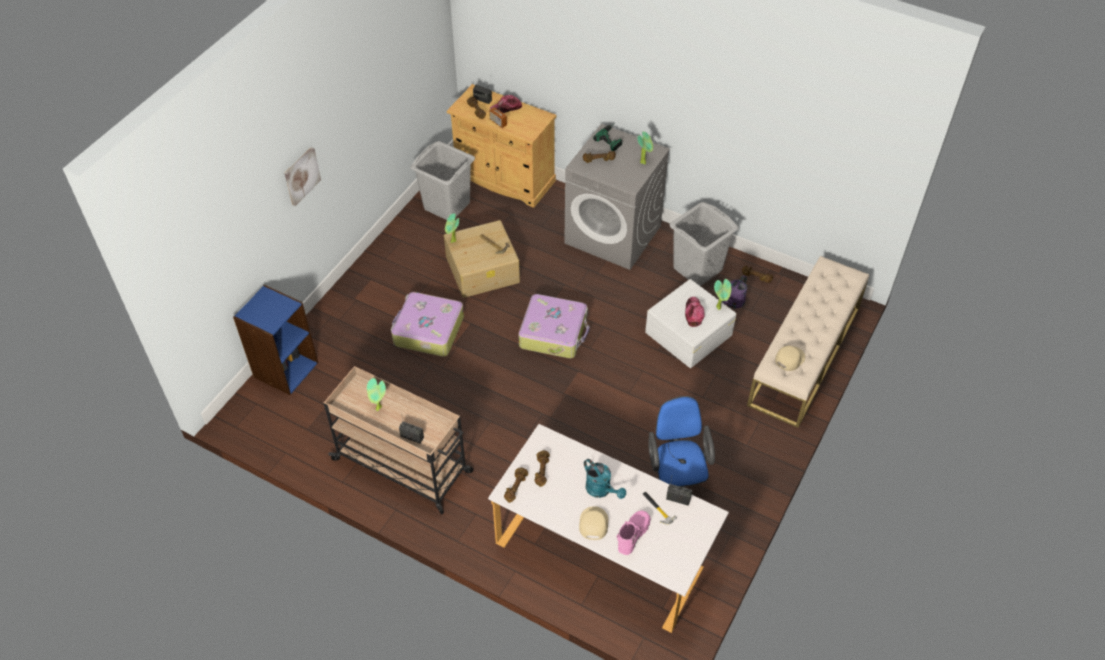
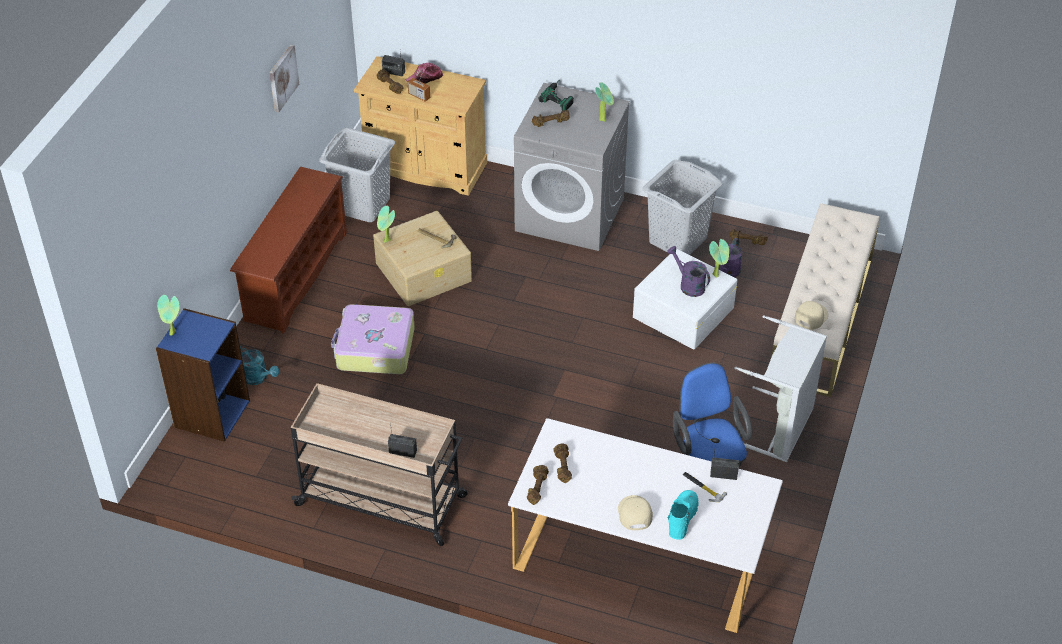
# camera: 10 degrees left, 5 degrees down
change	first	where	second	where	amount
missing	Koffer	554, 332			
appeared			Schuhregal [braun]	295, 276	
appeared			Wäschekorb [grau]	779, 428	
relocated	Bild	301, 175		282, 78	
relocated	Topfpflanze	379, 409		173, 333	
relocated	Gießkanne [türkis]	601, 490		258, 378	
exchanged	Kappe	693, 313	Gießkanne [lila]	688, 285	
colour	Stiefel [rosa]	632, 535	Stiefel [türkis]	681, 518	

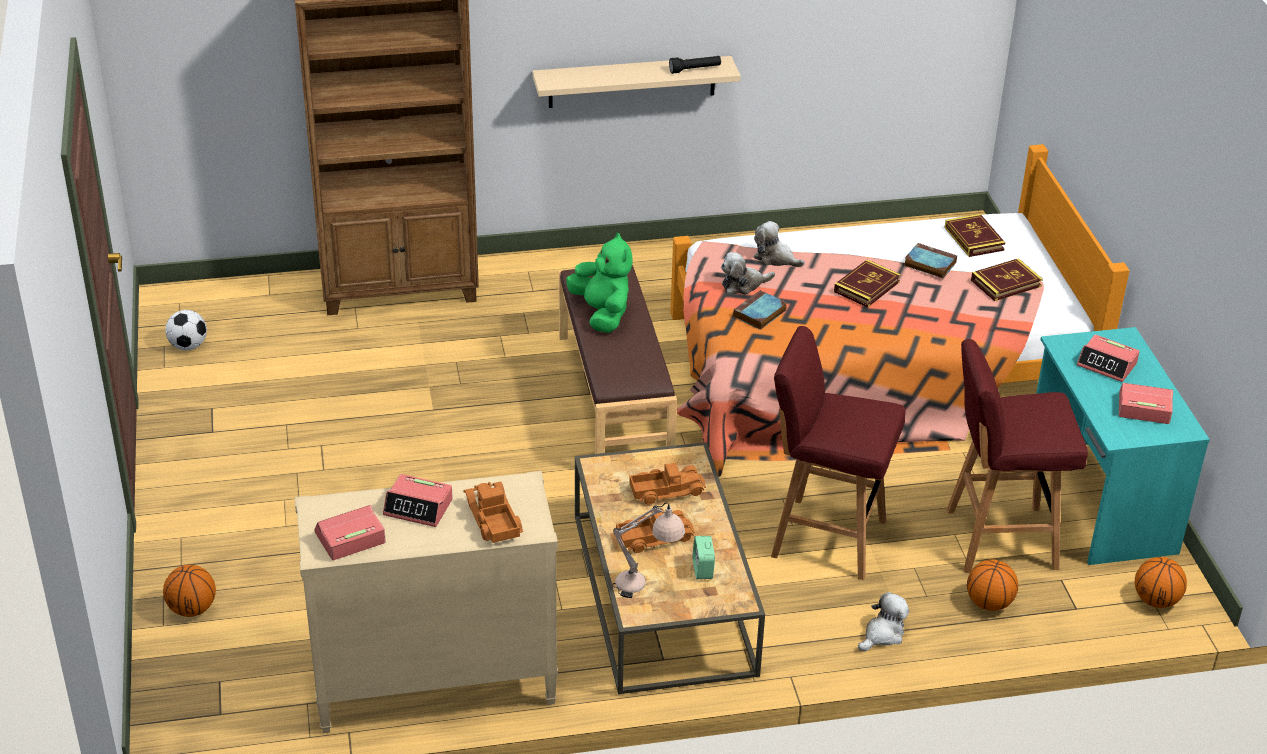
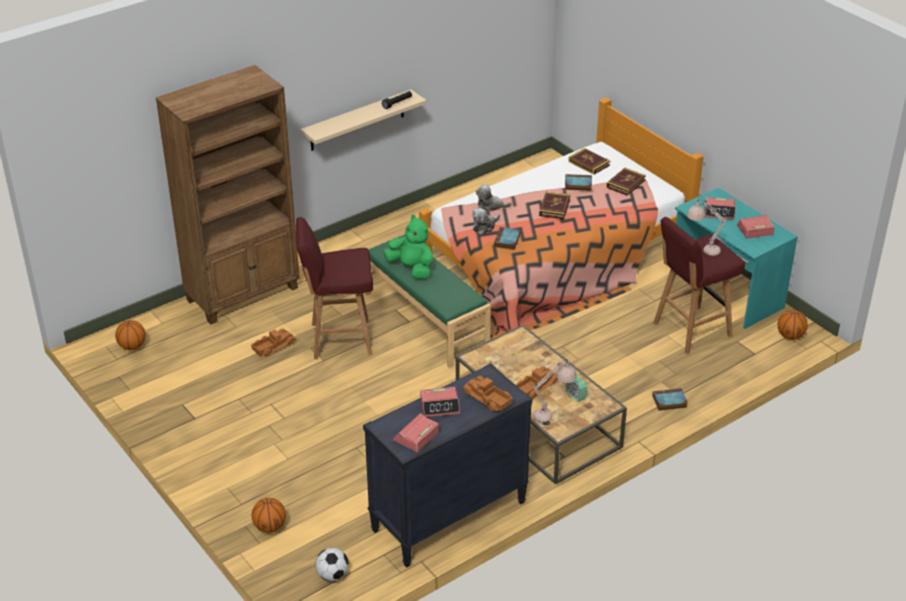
# camera: 25 degrees left, 0 degrees up
change	first	where	second	where	amount
appeared			Tischlampe [beige]	702, 250	
relocated	Fußball	188, 346		332, 575	
relocated	Spielzeuglaster	666, 490		273, 346	
relocated	Hocker [rot]	825, 537		339, 339	
relocated	Basketball	989, 603		132, 346	
exchanged	Plüschtier	882, 634	Buch	669, 402	
colour	Kommode [beige]	433, 684	Kommode [schwarz]	448, 517	
colour	Bank [braun]	615, 399	Bank [grün]	426, 320	

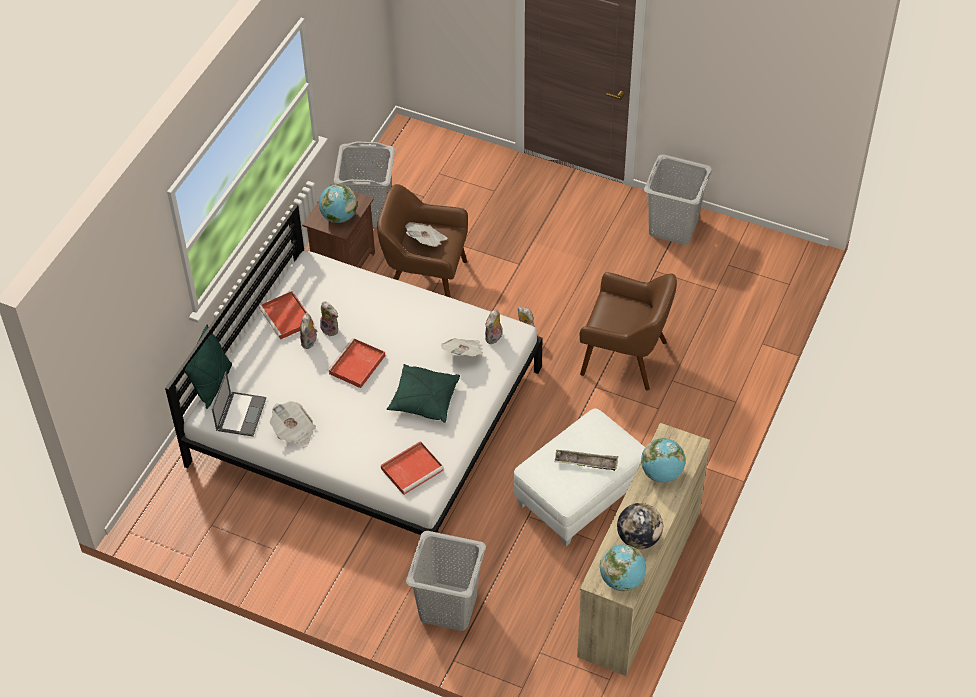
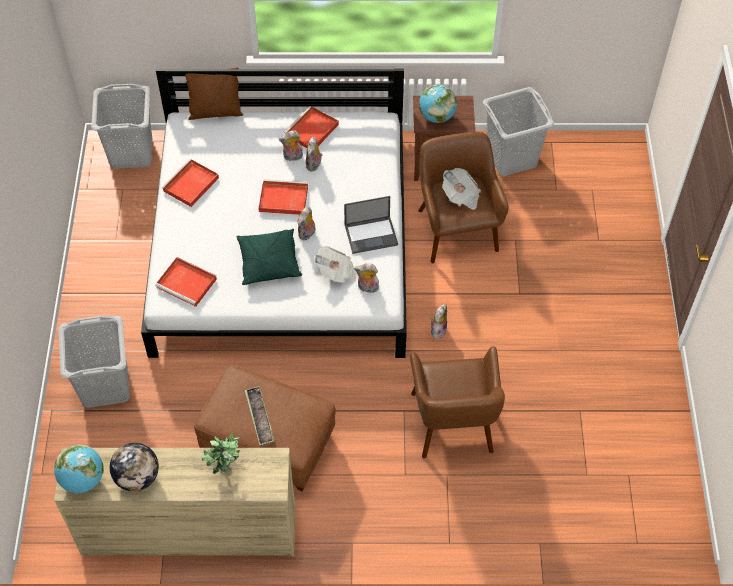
# camera: 65 degrees right, 5 degrees up
change	first	where	second	where	amount
appeared			Plüschtier	307, 234	
relocated	Laptop	241, 413		371, 234	
relocated	Wäschekorb [grau]	673, 226		132, 152	
exchanged	Zeitung	294, 432	Tablett [rot]	190, 185	
exchanged	Globus	662, 473	Topfpflanze	225, 471	
colour	Kissen [grün]	212, 384	Kissen [braun]	215, 113	
colour	Polsterhocker [weiß]	579, 495	Polsterhocker [braun]	269, 443	

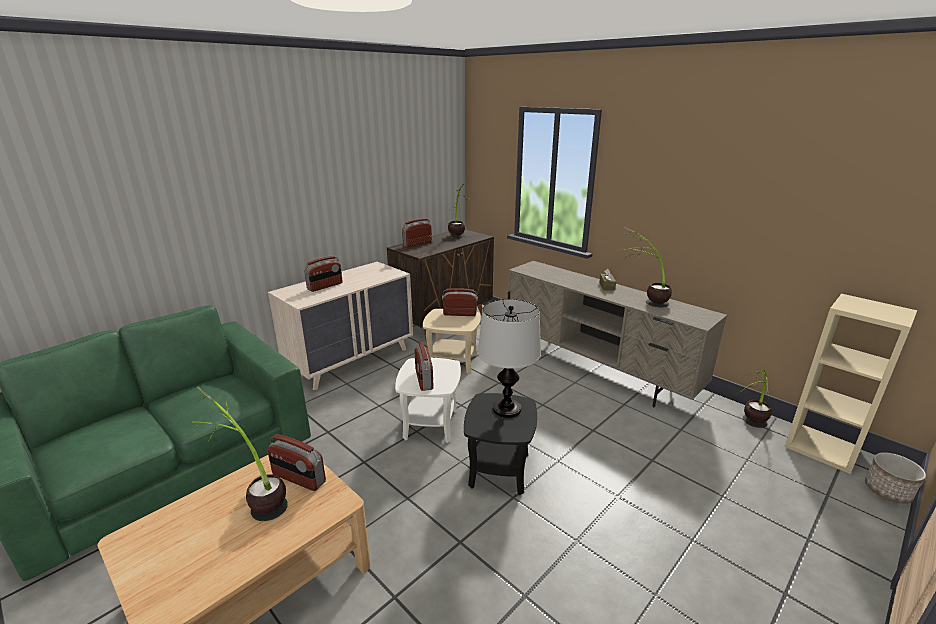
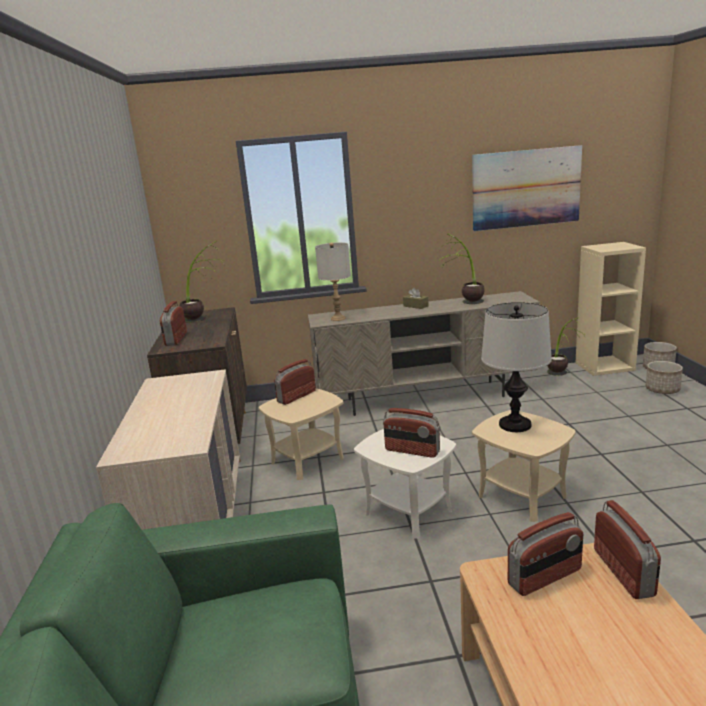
# camera: 50 degrees left, 5 degrees down
change	first	where	second	where	amount
missing	Topfpflanze	255, 499			
appeared			Tischlampe [grau]	338, 318	
appeared			Bild	525, 188	
appeared			Pflanzkübel	662, 390	
relocated	Radio	325, 286		624, 572	
colour	Beistelltisch [schwarz]	499, 470	Beistelltisch [beige]	522, 496	

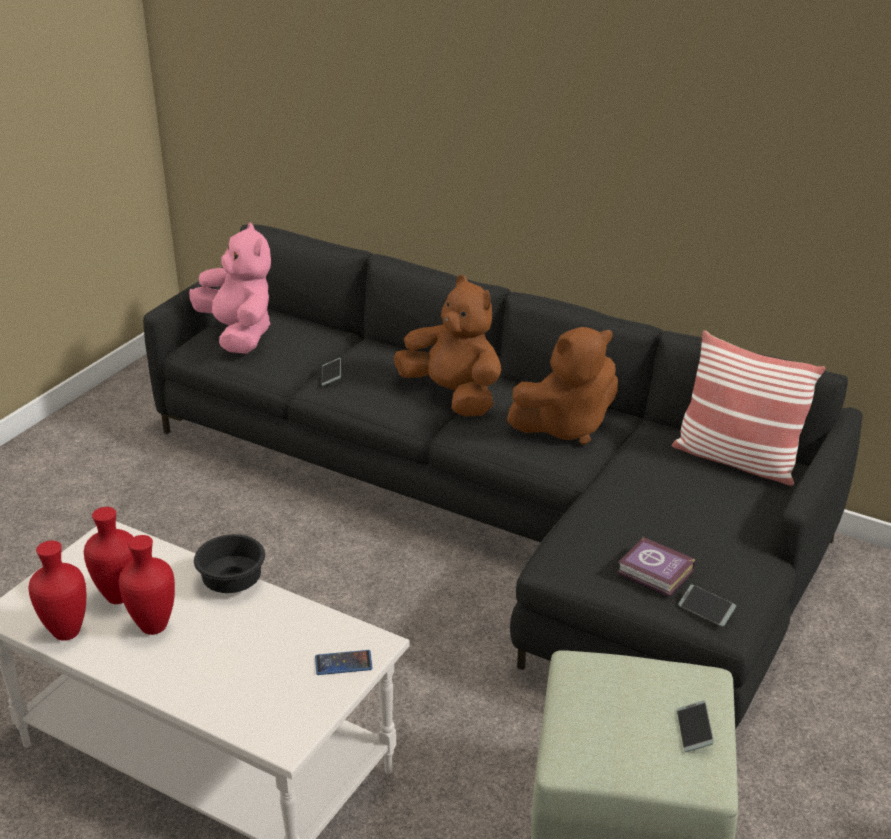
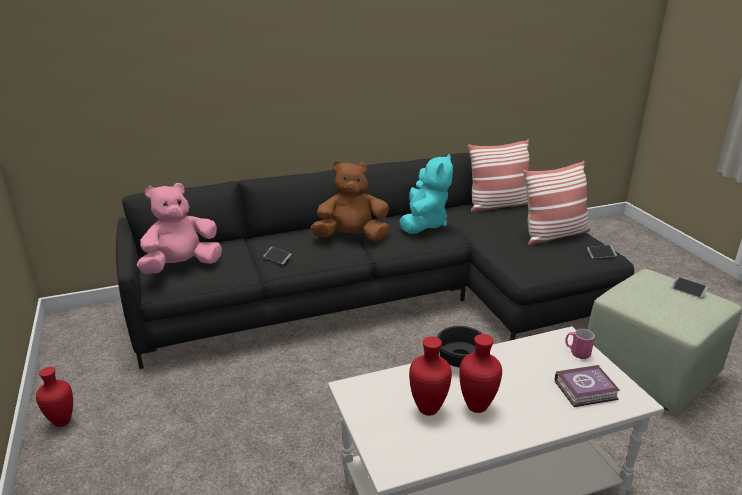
# camera: 50 degrees left, 5 degrees down
change	first	where	second	where	amount
appeared			Kissen	554, 235	
relocated	Vase [rot]	68, 632		63, 421	
relocated	Buch	656, 573		587, 390	
exchanged	Handy	343, 663	Henkelbecher [rosa]	577, 353	
colour	Plüschtier [braun]	566, 426	Plüschtier [türkis]	424, 224	
spun	Plüschtier [rosa]	239, 334		181, 266	45 degrees counterclockwise

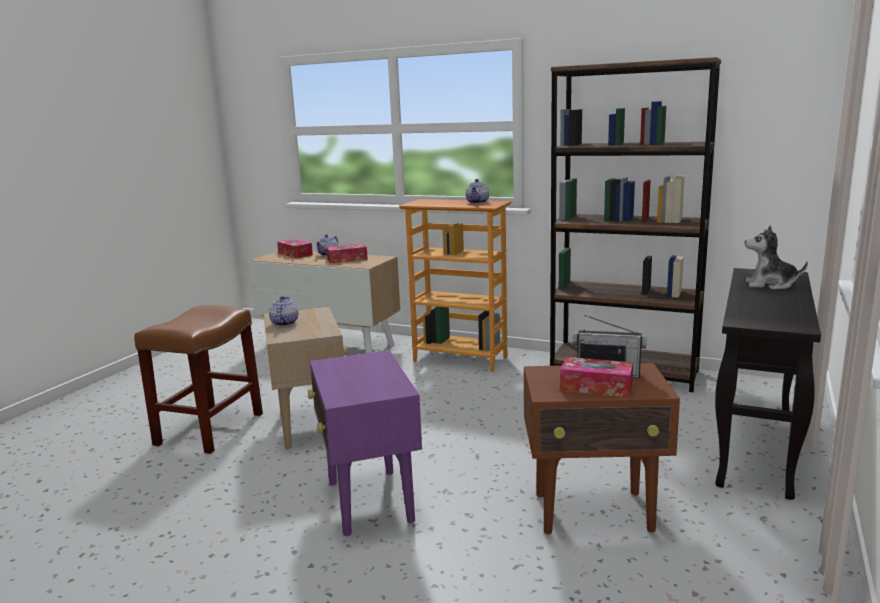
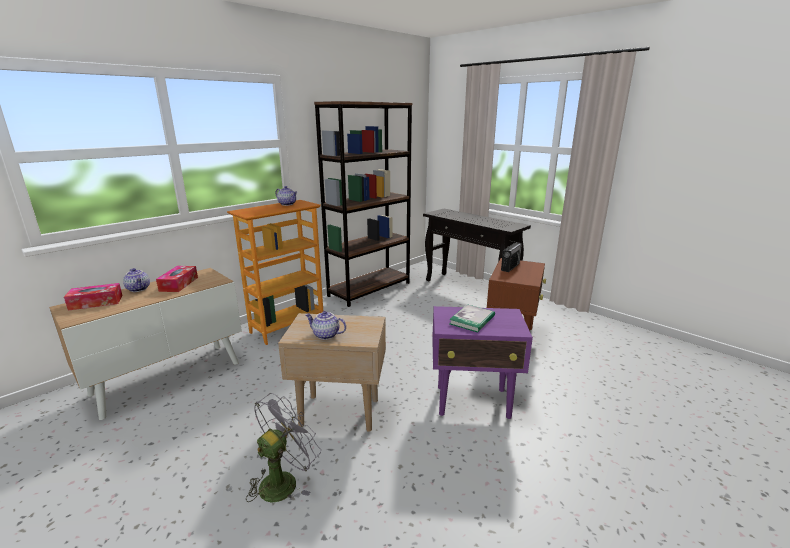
# camera: 70 degrees left, 5 degrees up
change	first	where	second	where	amount
missing	Taschentuchbox	596, 387			
missing	Plüschtier	770, 285			
appeared			Buch	472, 320	
exchanged	Hocker [braun]	210, 428	Ventilator [grau]	284, 480	

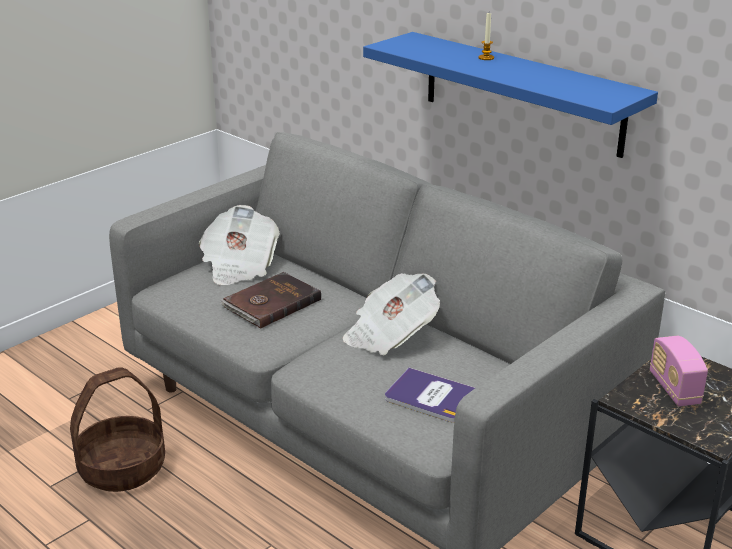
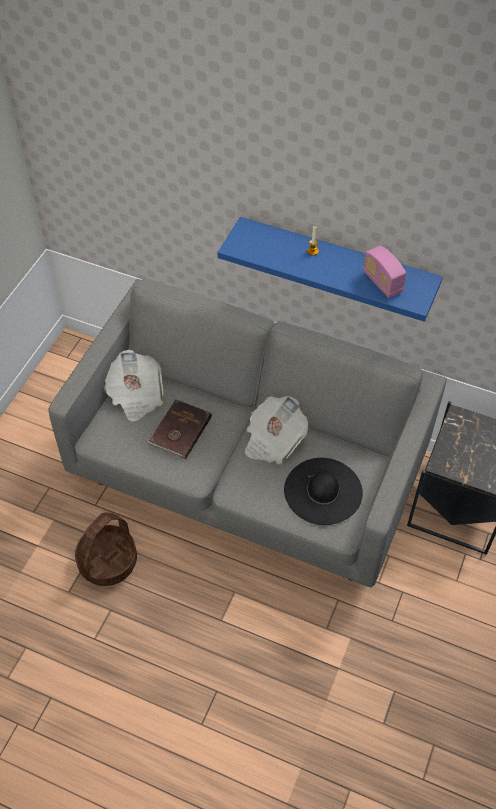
# camera: 20 degrees left, 25 degrees up
change	first	where	second	where	amount
relocated	Radio	674, 389		382, 282	
exchanged	Buch	431, 396	Hut [schwarz]	323, 491	

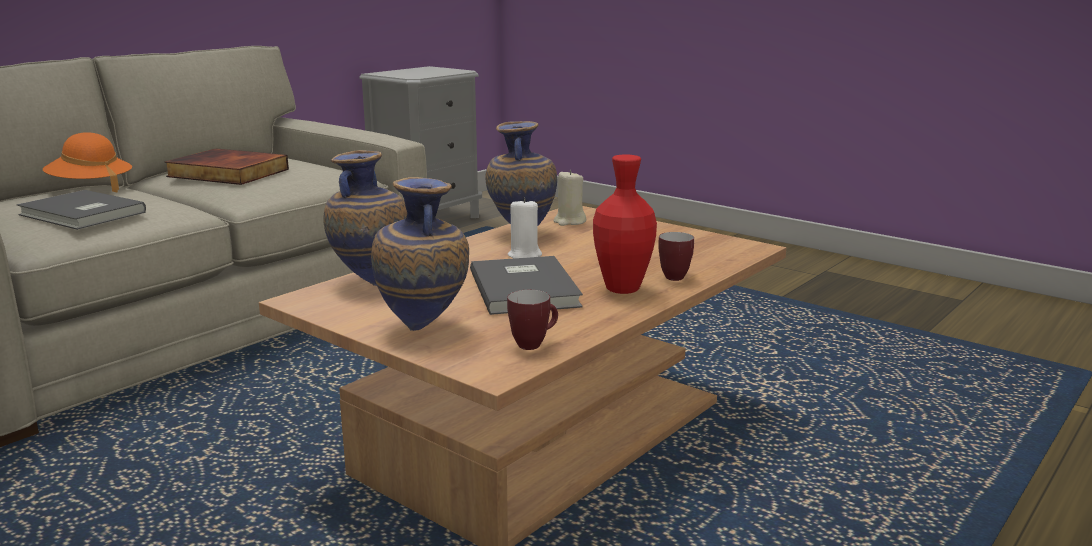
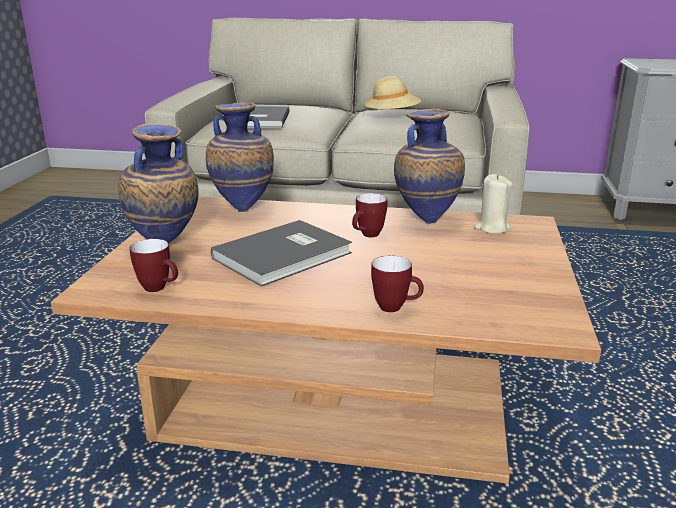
# camera: 60 degrees right, 5 degrees up
change	first	where	second	where	amount
missing	Hut [orange]	91, 187			
missing	Vase [rot]	622, 289			
exchanged	Buch	226, 173	Hut [beige]	392, 116	
exchanged	Kerze [weiß]	525, 255	Henkelbecher	368, 236	

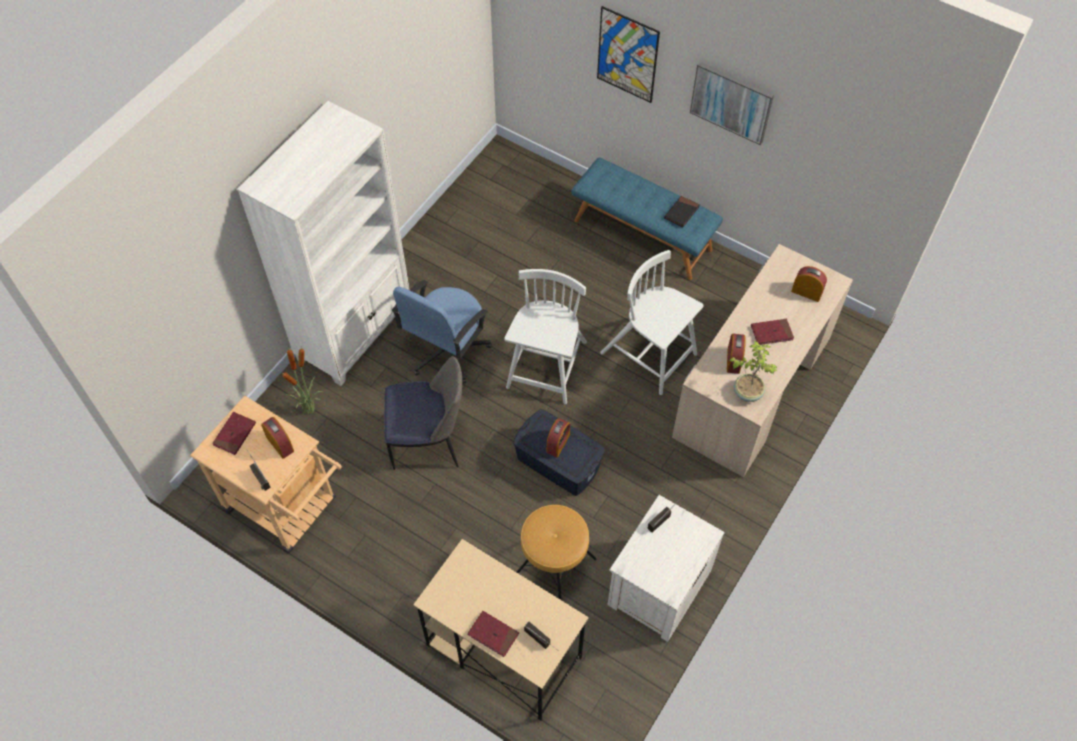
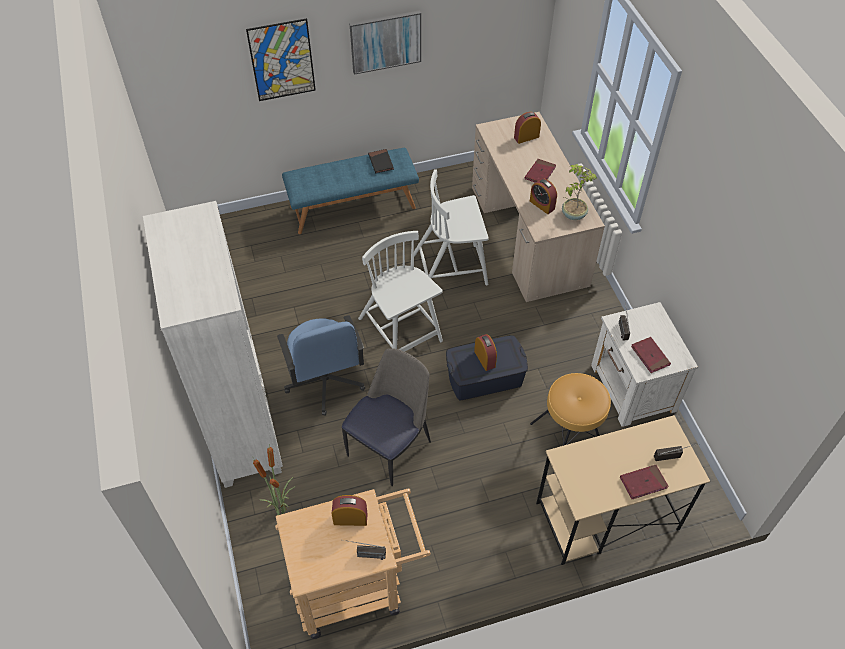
# camera: 50 degrees left, 5 degrees down
change	first	where	second	where	amount
relocated	Buch [rot]	234, 434		650, 356	

